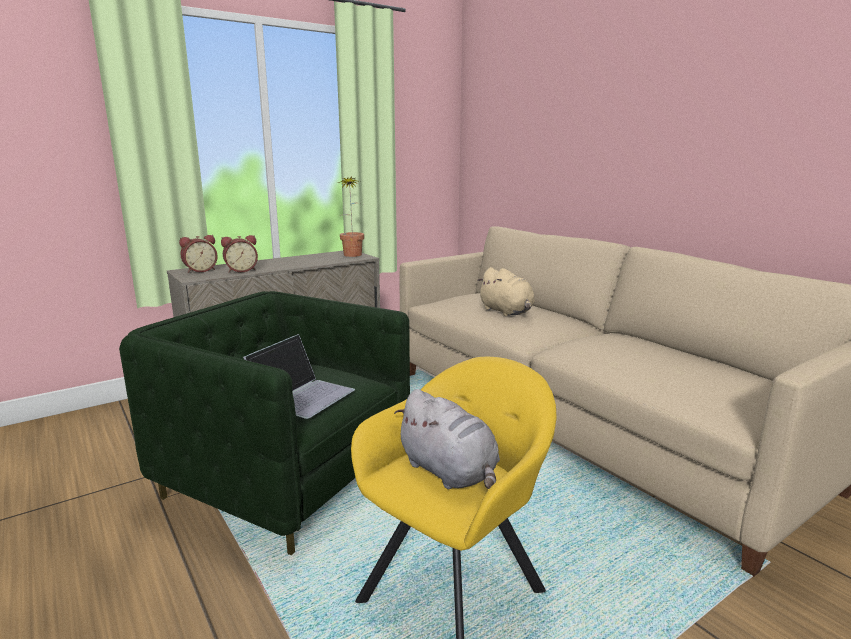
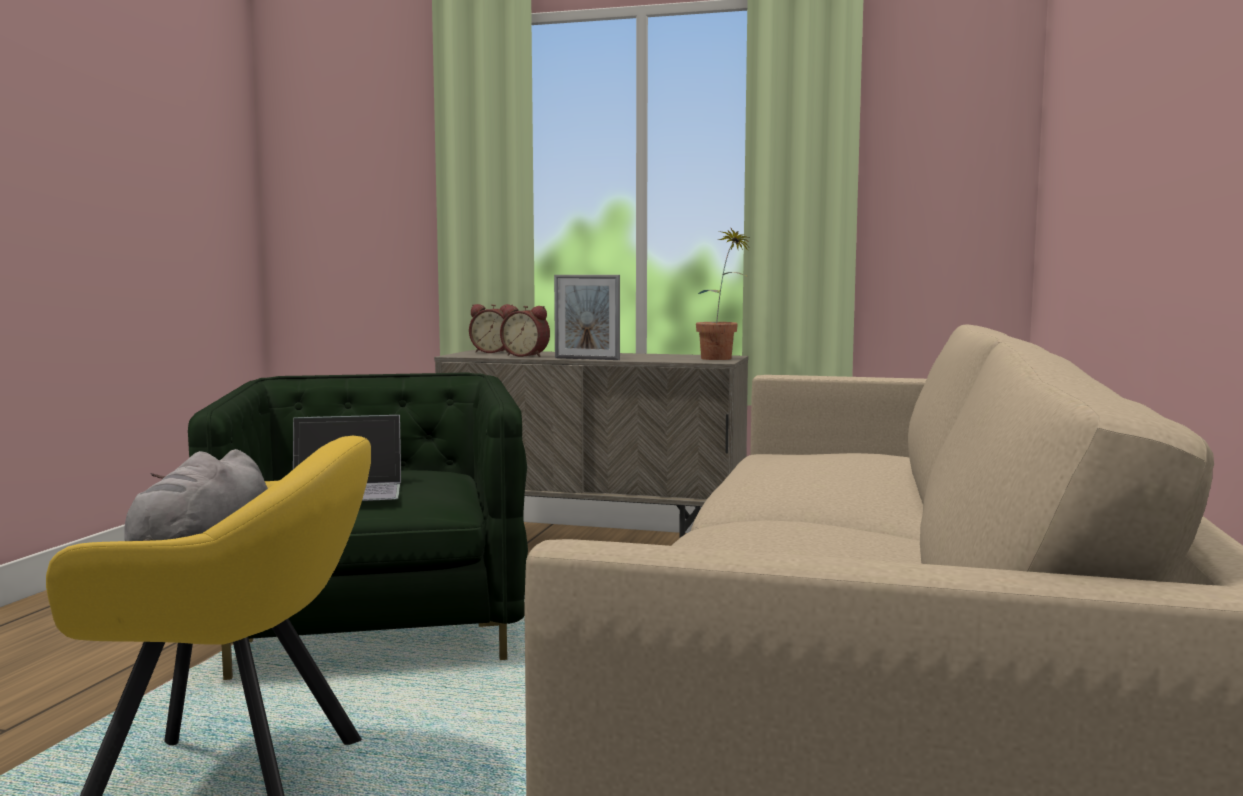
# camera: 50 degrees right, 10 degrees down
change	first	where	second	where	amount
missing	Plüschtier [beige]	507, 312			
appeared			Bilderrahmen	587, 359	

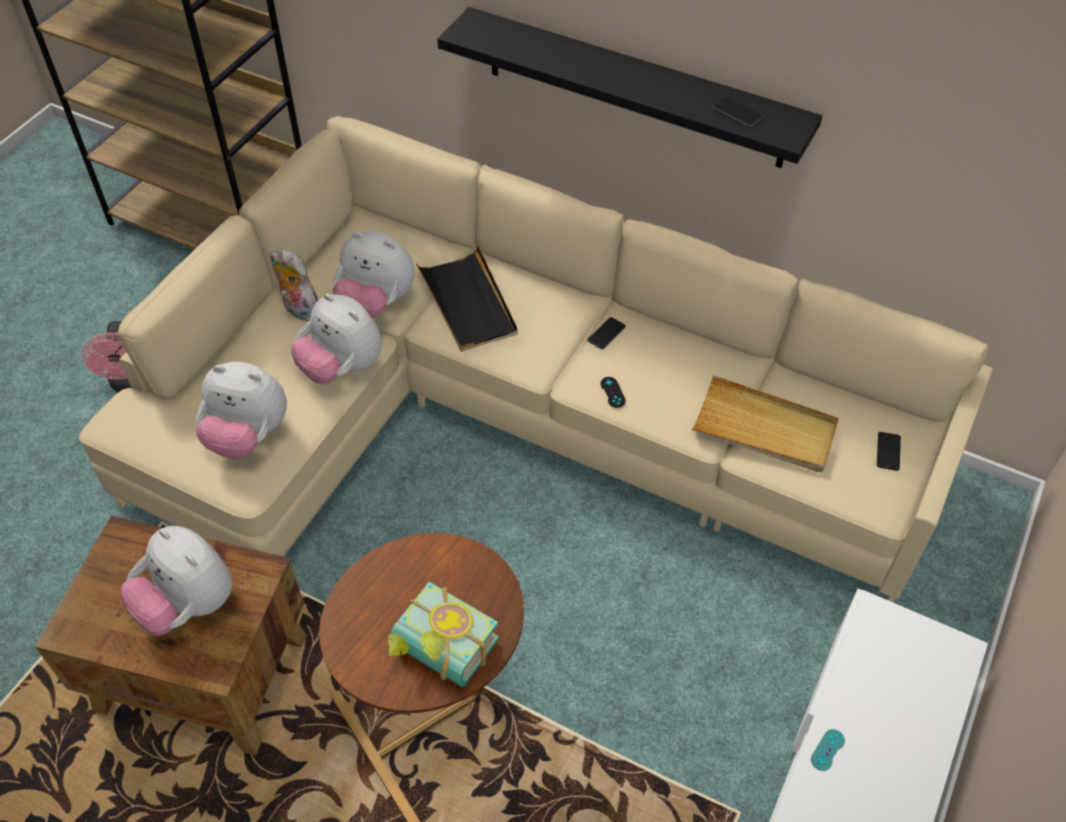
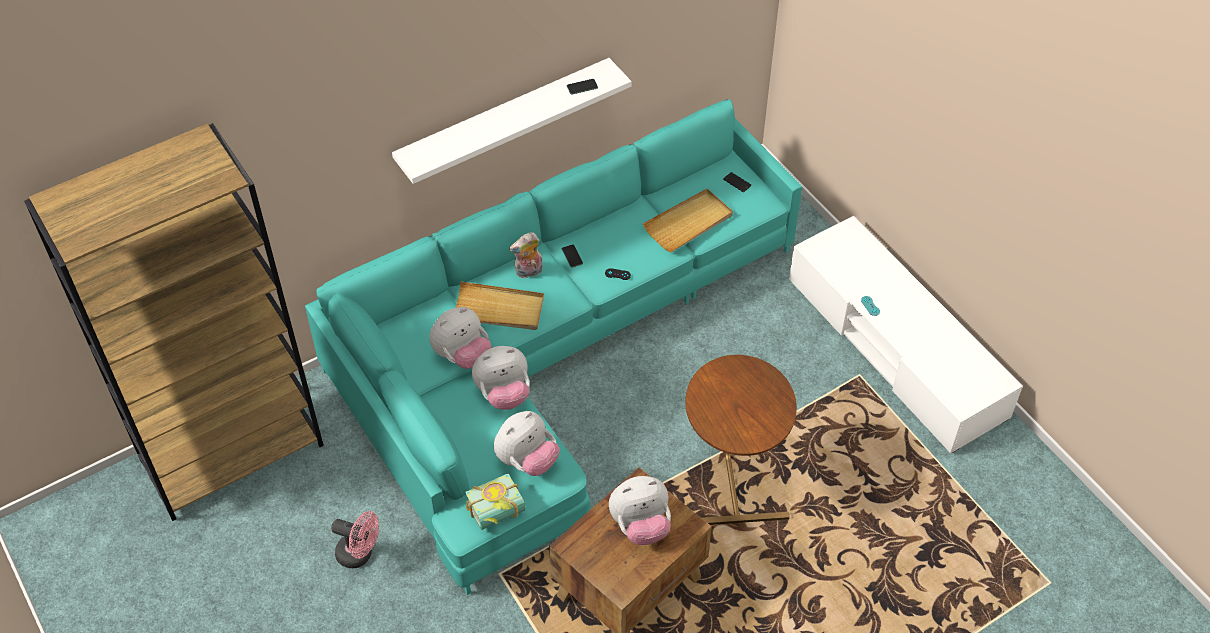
# camera: 60 degrees left, 0 degrees up
change	first	where	second	where	amount
relocated	Plüschtier	299, 310		528, 272	
relocated	Buch	439, 654		498, 514	
colour	Sofa [beige]	508, 417	Sofa [türkis]	545, 356	
colour	Tablett [schwarz]	468, 303	Tablett [beige]	498, 309	
colour	Wandregal [schwarz]	634, 88	Wandregal [weiß]	504, 120	

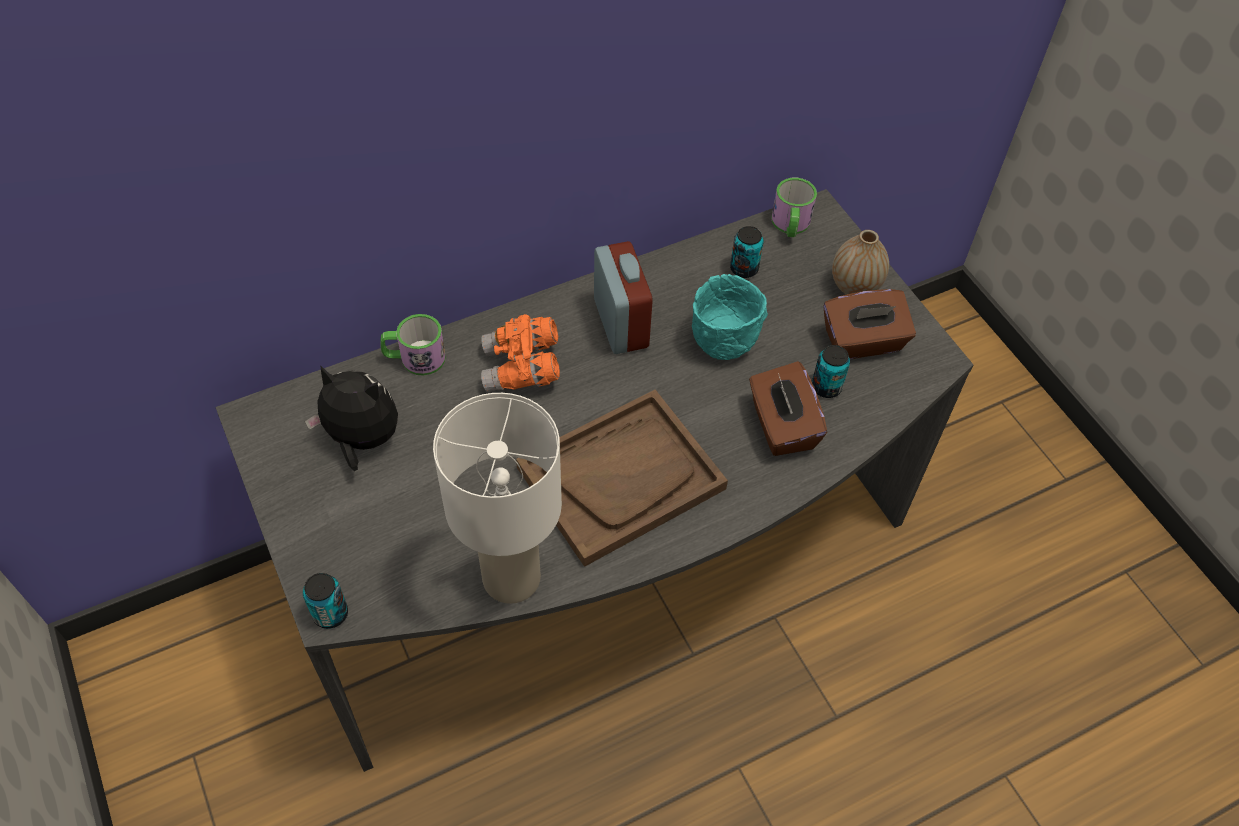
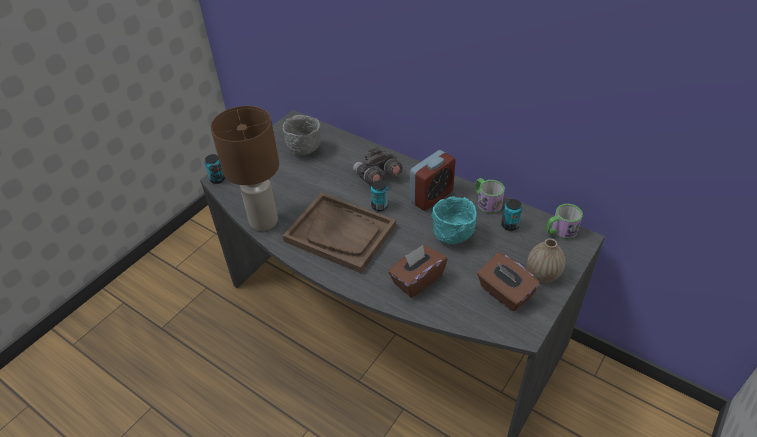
# camera: 65 degrees right, 10 degrees down
change	first	where	second	where	amount
relocated	Henkelbecher	415, 358		486, 202	
relocated	Dose	826, 387		379, 206	
exchanged	Plüschtier	361, 440	Schüssel [grau]	304, 150	
colour	Tischlampe [weiß]	510, 579	Tischlampe [braun]	263, 221	
colour	Fernglas [orange]	522, 369	Fernglas [grau]	377, 177	

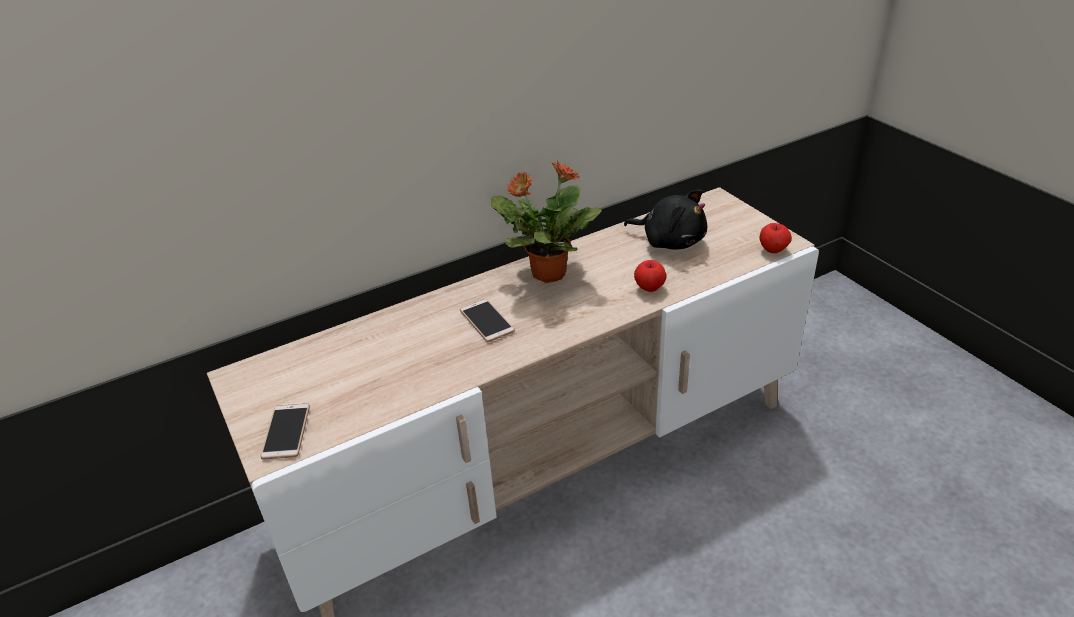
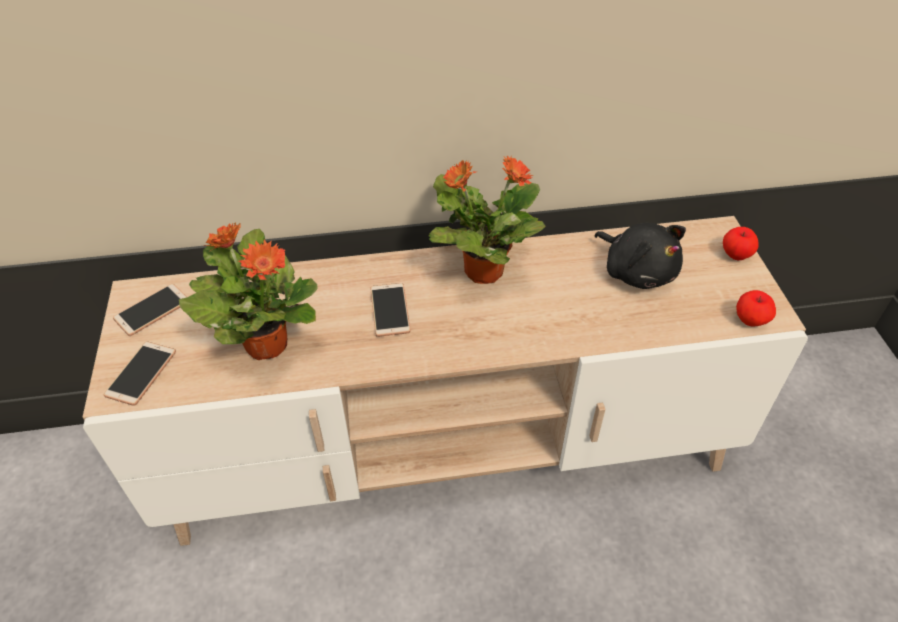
# camera: 20 degrees right, 10 degrees up
change	first	where	second	where	amount
appeared			Handy	152, 310	
appeared			Topfpflanze	266, 343	
relocated	Apfel	649, 287		736, 255	

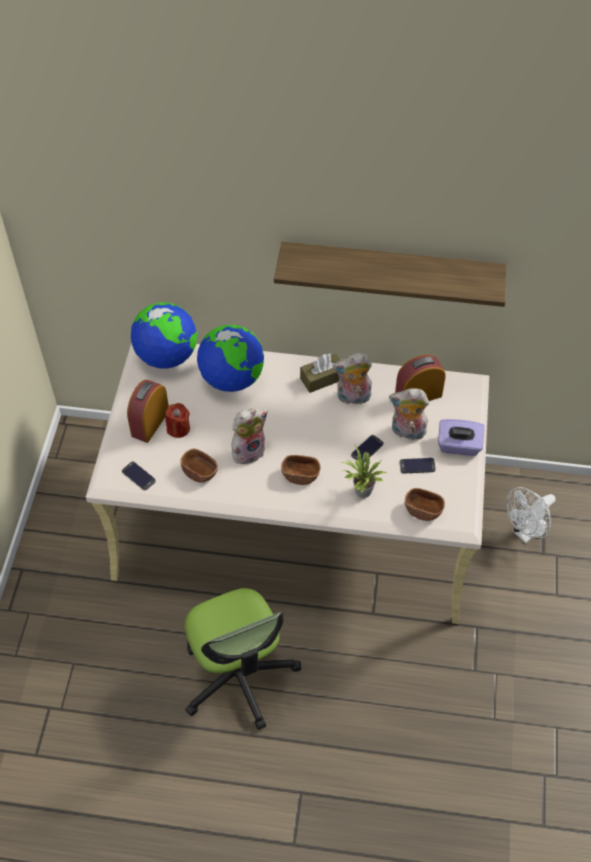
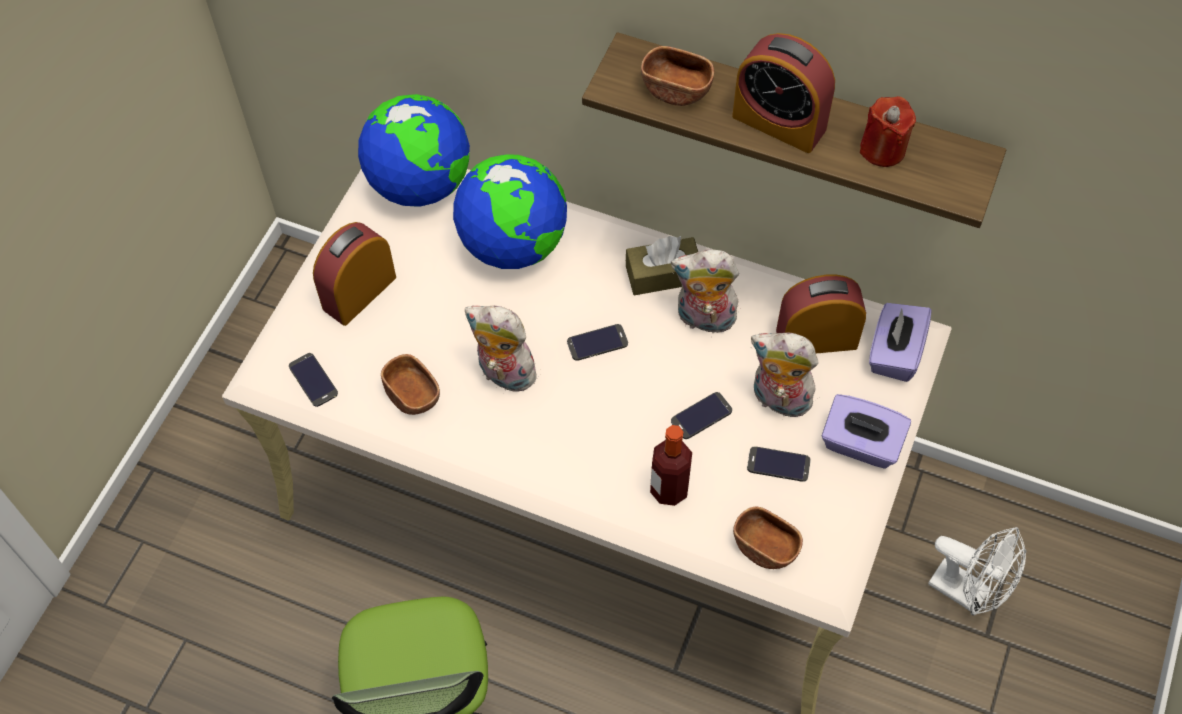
# camera: 15 degrees right, 5 degrees up
change	first	where	second	where	amount
appeared			Handy	597, 343	
appeared			Wecker	779, 122	
appeared			Taschentuchbox [lila]	894, 353	
relocated	Kerze [rot]	178, 428		882, 149	
relocated	Schüssel [braun]	300, 475		676, 89	
exchanged	Topfpflanze	361, 491	Flasche	669, 489	
spun	Plüschtier	248, 450		503, 374	135 degrees counterclockwise
spun	Ventilator [weiß]	526, 532		968, 592	120 degrees counterclockwise

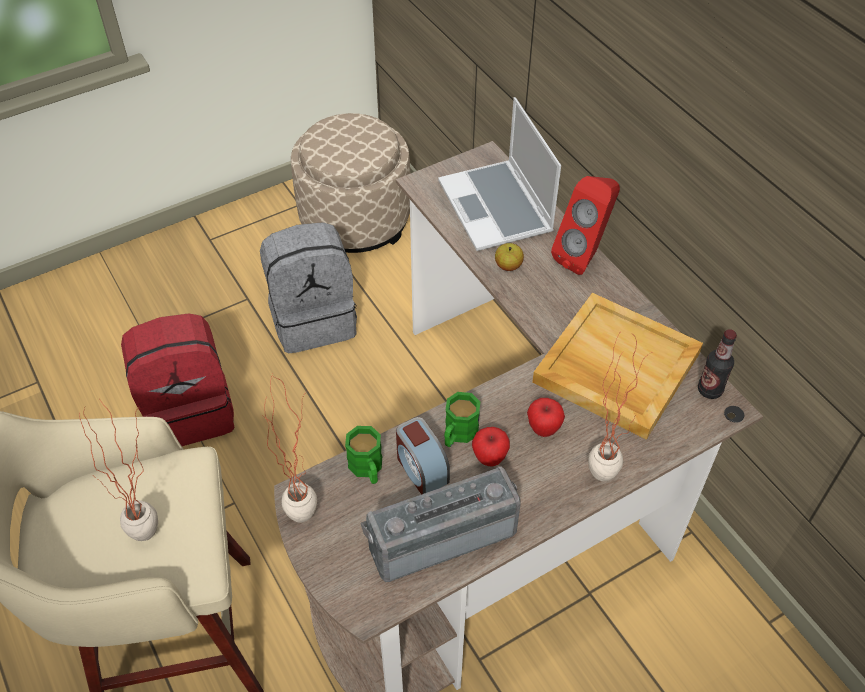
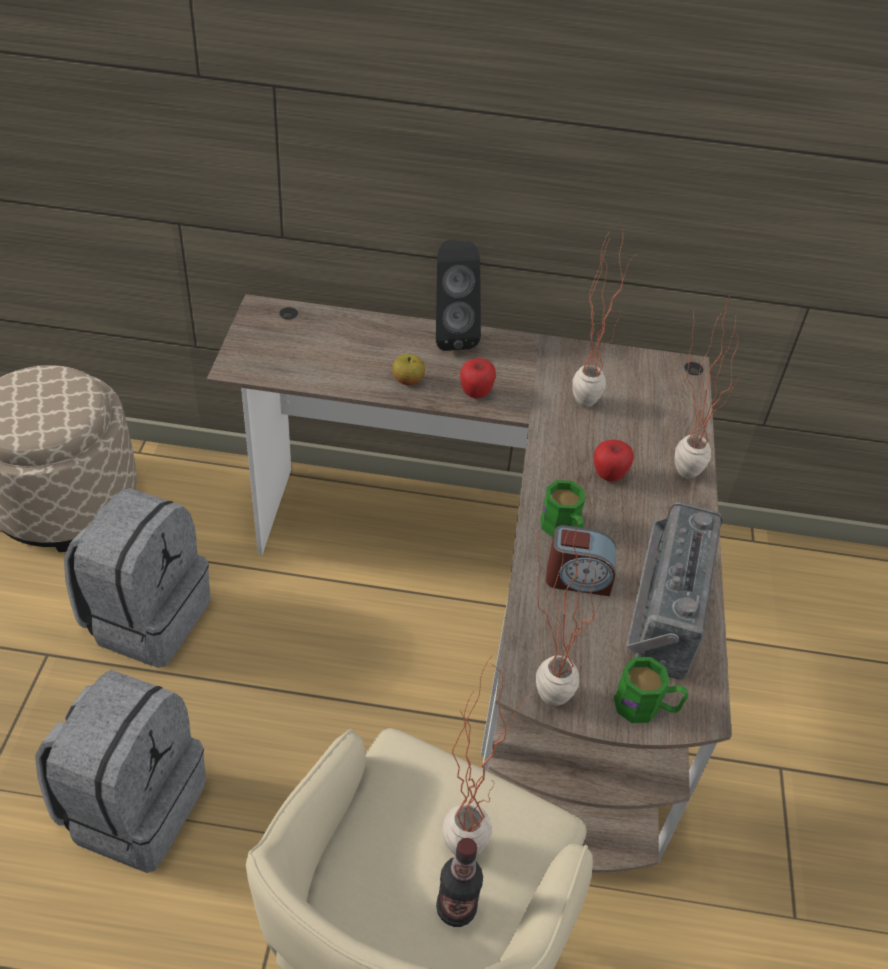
# camera: 55 degrees left, 5 degrees down
change	first	where	second	where	amount
missing	Laptop	497, 208			
relocated	Henkelbecher [grün]	367, 469		646, 707	
relocated	Apfel	489, 458		475, 393	
relocated	Flasche	709, 390		456, 908	
exchanged	Tablett [beige]	615, 368	Topfpflanze	587, 396	
colour	Rucksack [rot]	190, 411	Rucksack [grau]	133, 805	
colour	Lautsprecher [rot]	583, 256	Lautsprecher [schwarz]	450, 334	

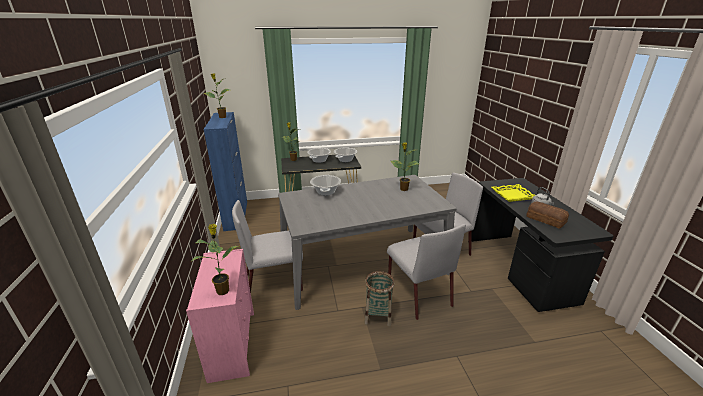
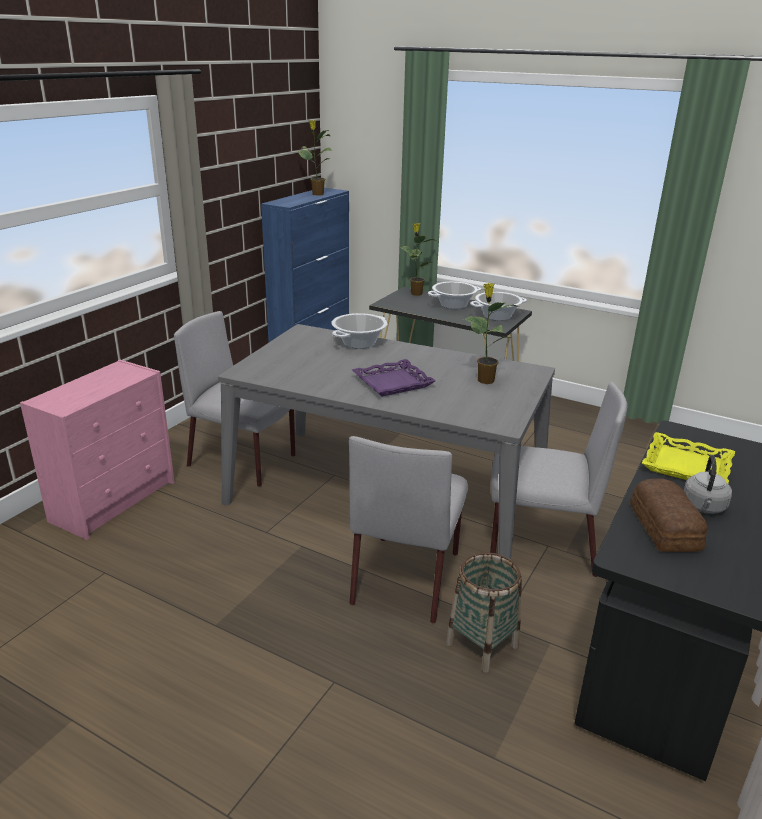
# camera: 40 degrees right, 0 degrees up
change	first	where	second	where	amount
missing	Topfpflanze	223, 290			
appeared			Tablett [lila]	393, 383	
relocated	Korb	378, 315		482, 644	

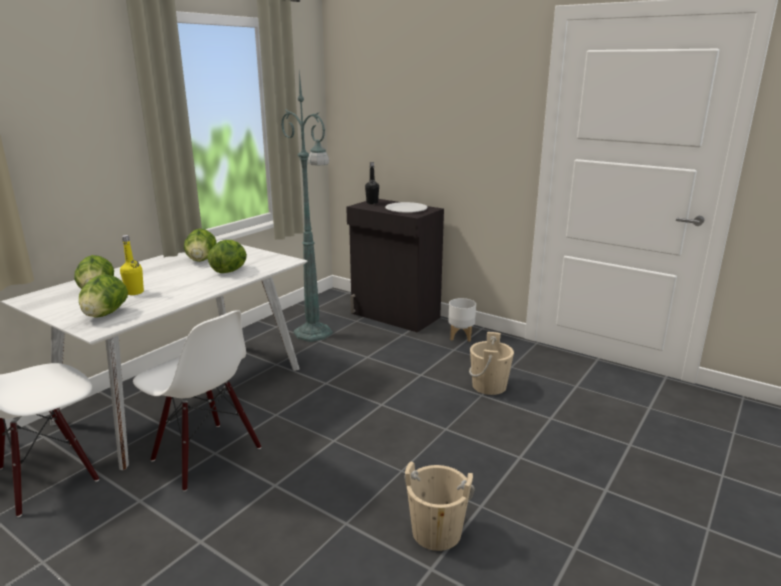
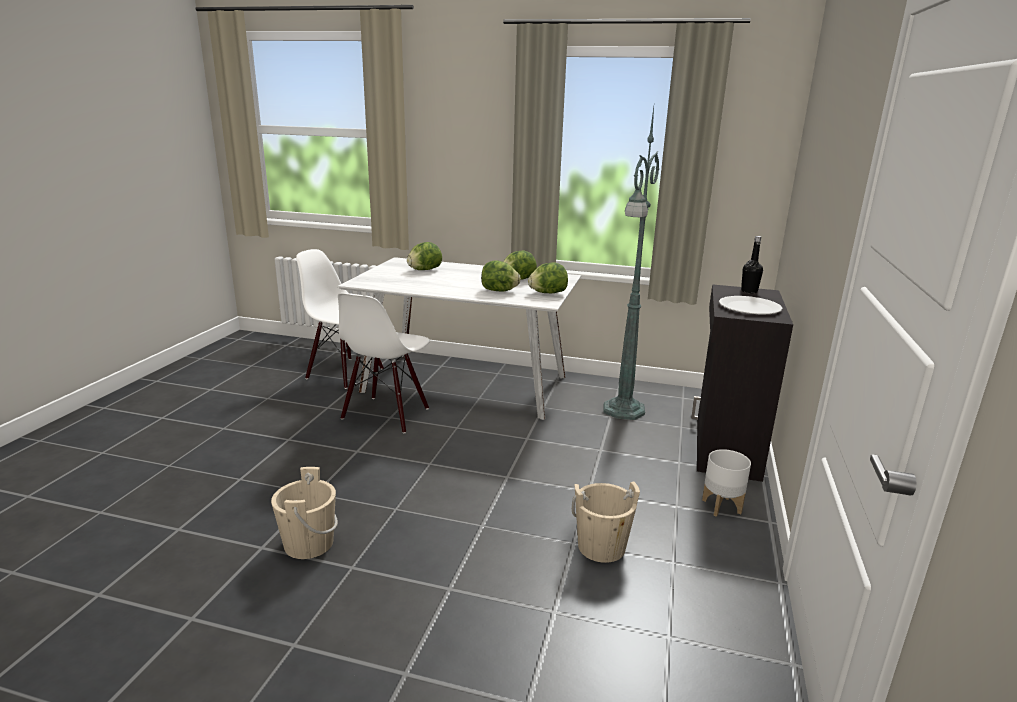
# camera: 70 degrees right, 0 degrees up
change	first	where	second	where	amount
missing	Flasche [gelb]	135, 292			
relocated	Salatkopf	105, 314		547, 293	

